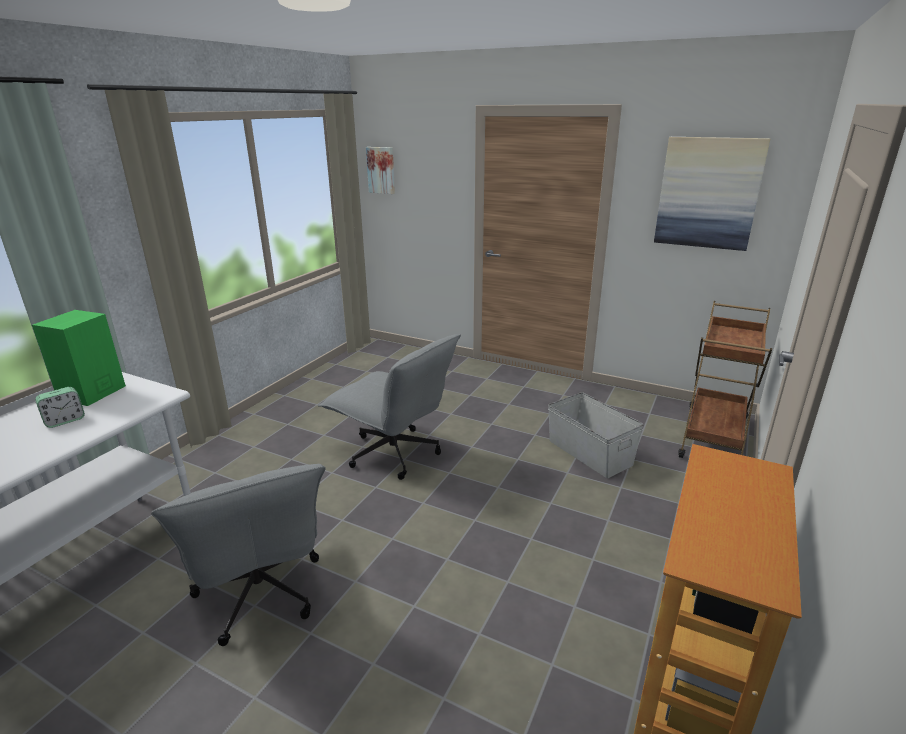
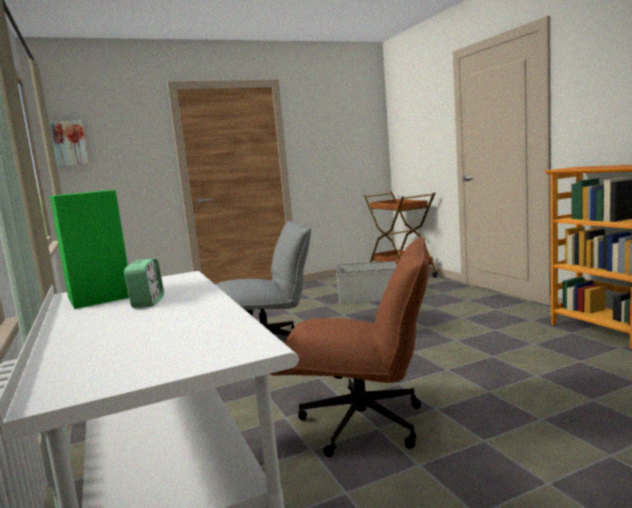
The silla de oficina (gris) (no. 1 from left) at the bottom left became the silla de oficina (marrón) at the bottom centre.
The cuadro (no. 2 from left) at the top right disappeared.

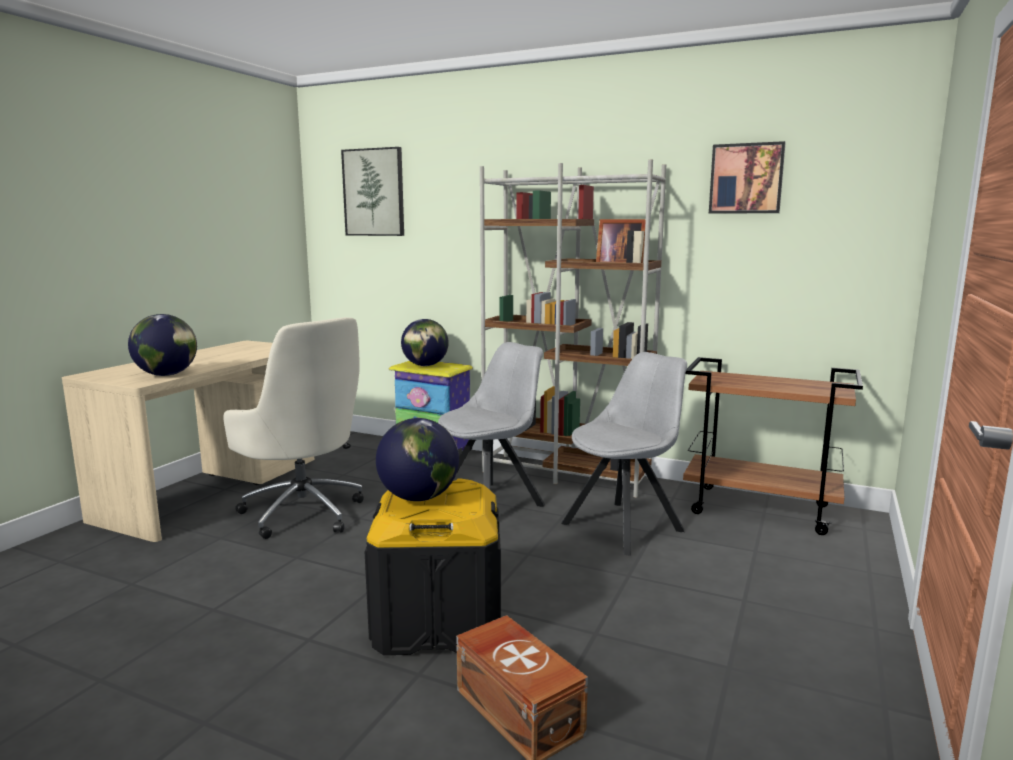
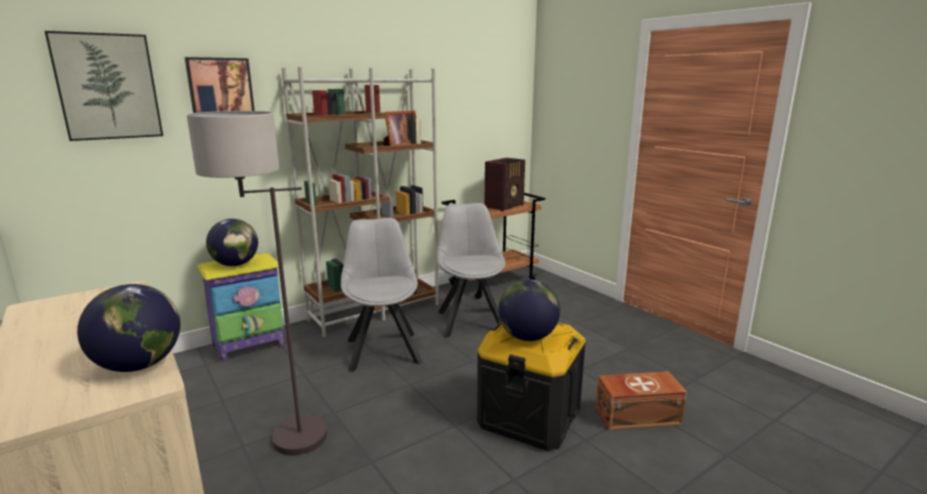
The cuadro (no. 2 from left) moved from the top right to the top left.
The silla de oficina (beis) at the middle left was replaced by the lámpara de pie (gris) at the middle left.
The radio at the centre appeared.

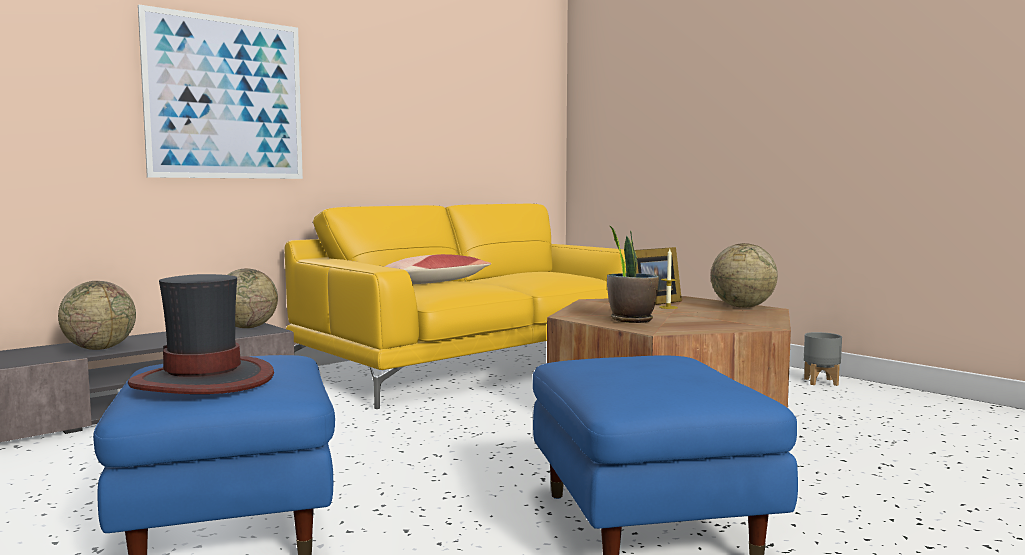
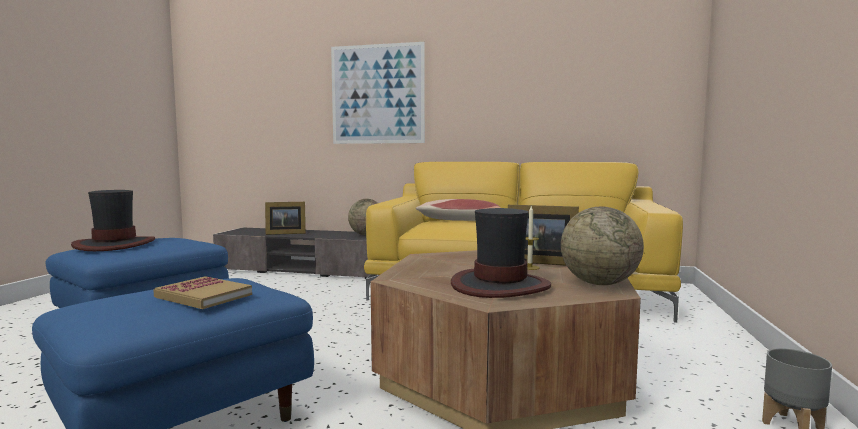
The libro at the bottom left appeared.
The globo terráqueo (no. 1 from left) at the middle left was replaced by the portarretratos (no. 1 from left) at the middle left.
The sombrero (no. 2 from left) at the centre appeared.
The planta en maceta at the centre disappeared.

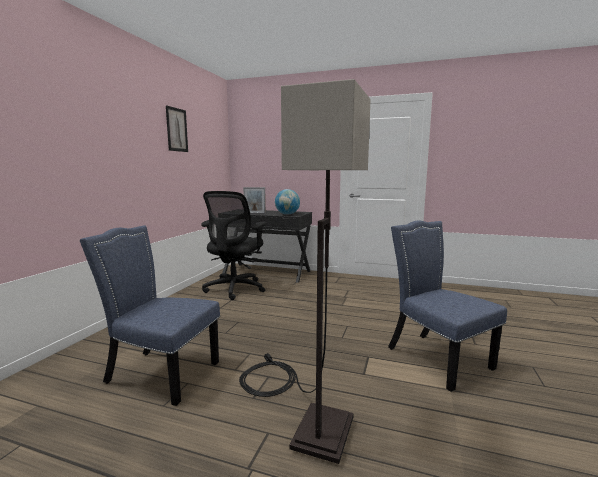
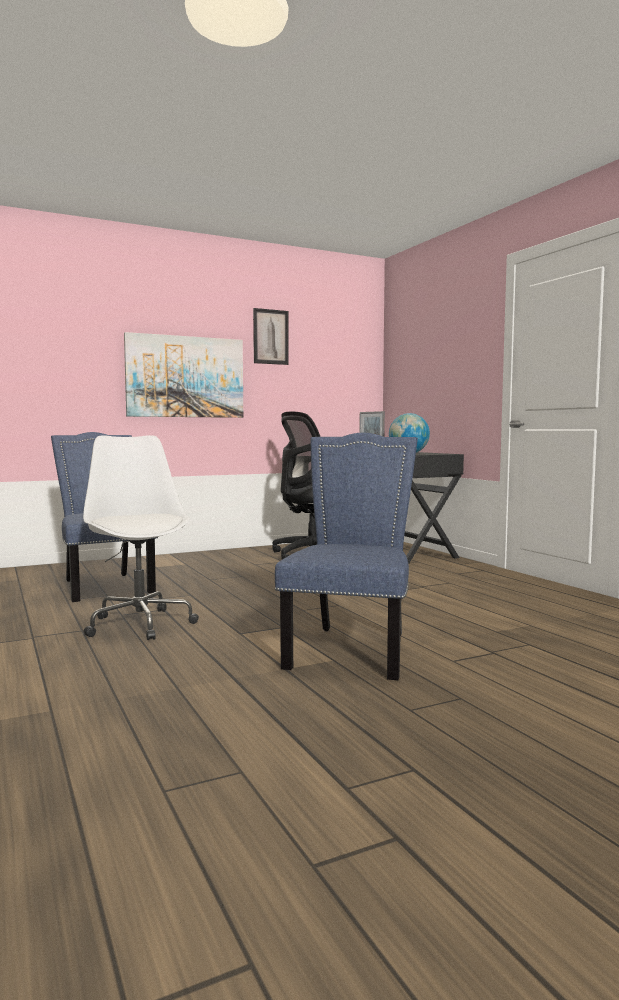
The lámpara de pie at the centre was replaced by the silla de oficina (blanco) at the middle left.
The cuadro (no. 1 from left) at the middle left appeared.

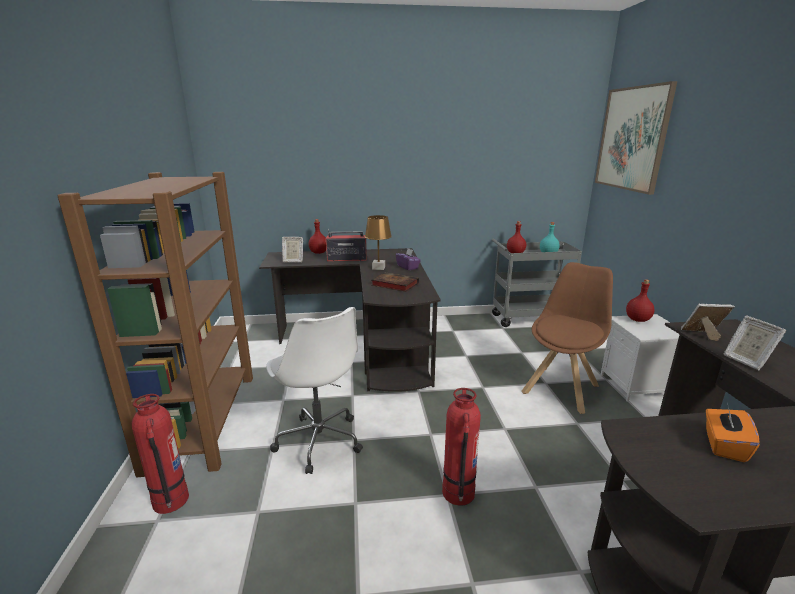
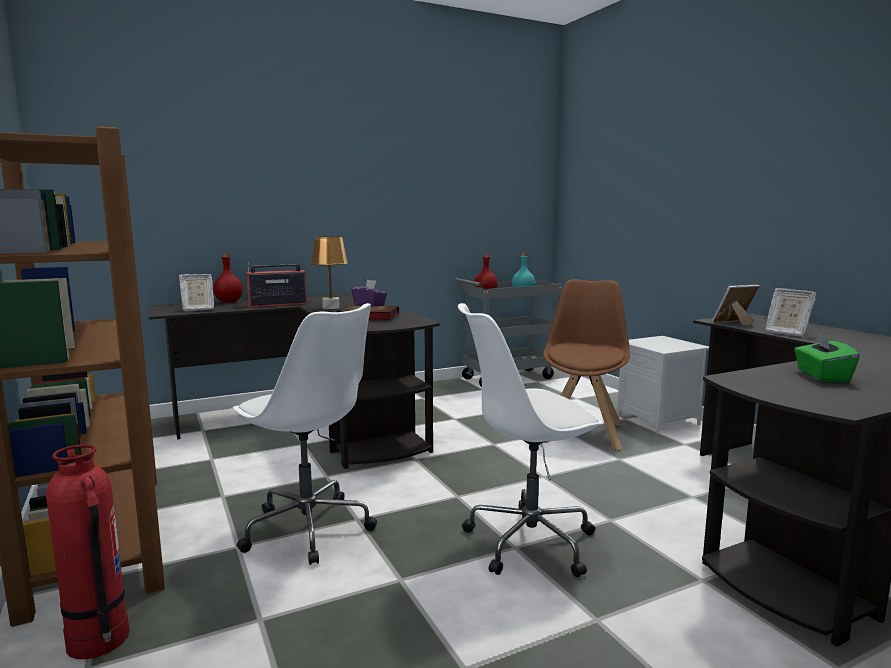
The extintor (no. 2 from left) at the bottom centre was replaced by the silla de oficina (blanco) (no. 2 from left) at the centre.
The caja de pañuelos (naranja) at the bottom right became the caja de pañuelos (verde) at the middle right.
The cuadro at the top right disappeared.
The botella (rojo) (no. 3 from left) at the middle right disappeared.

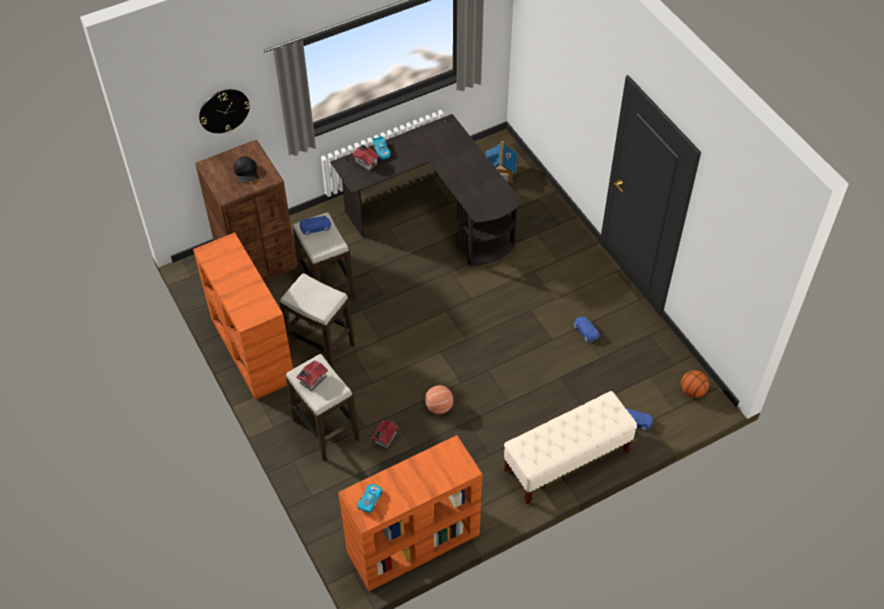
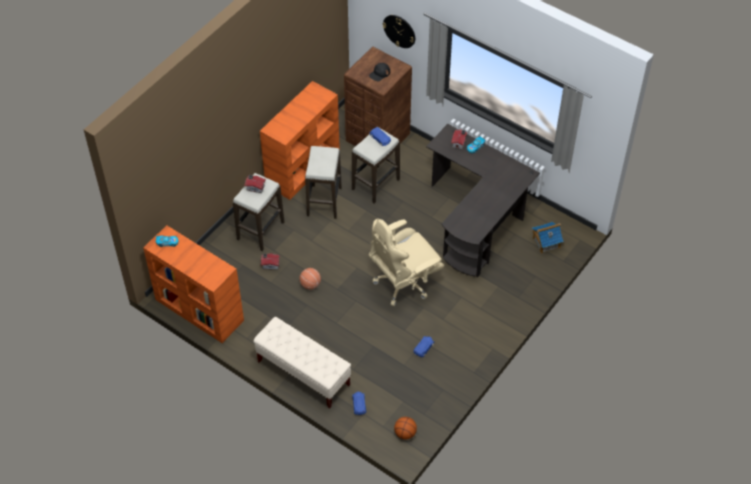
The silla de oficina (beis) at the centre appeared.

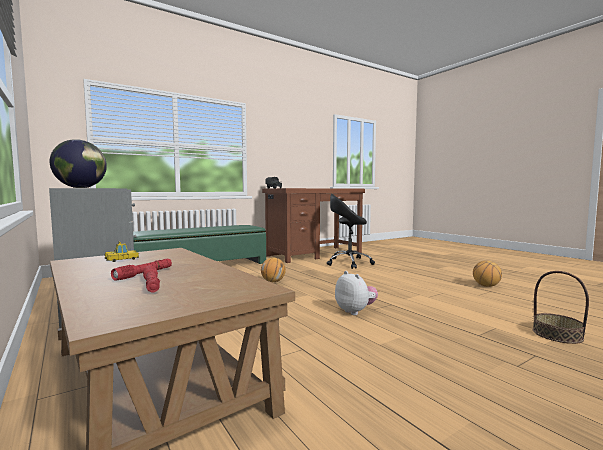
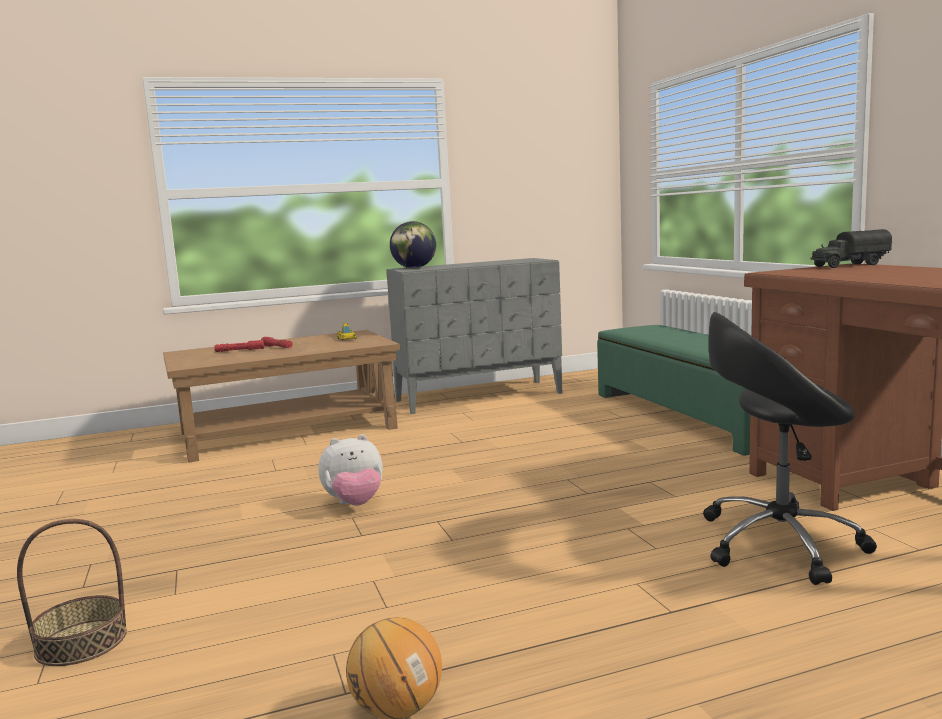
The silla de oficina (negro) at the centre turned 105 degrees counterclockwise.
The balón de baloncesto (no. 1 from left) at the centre disappeared.

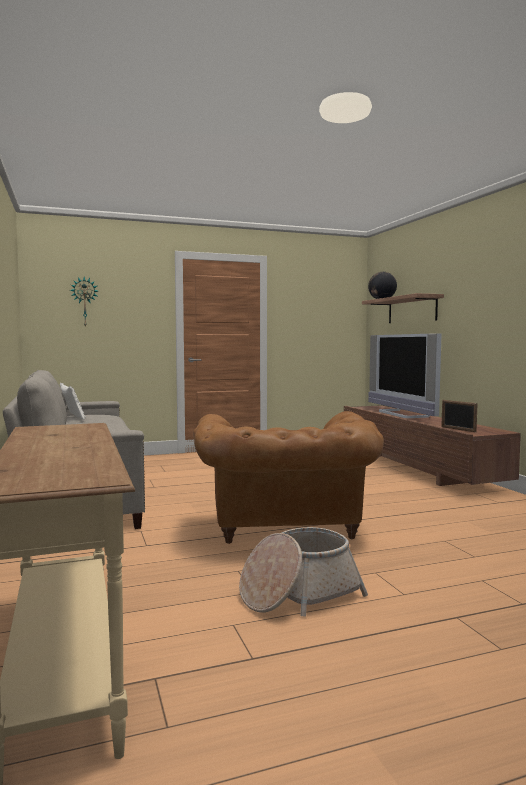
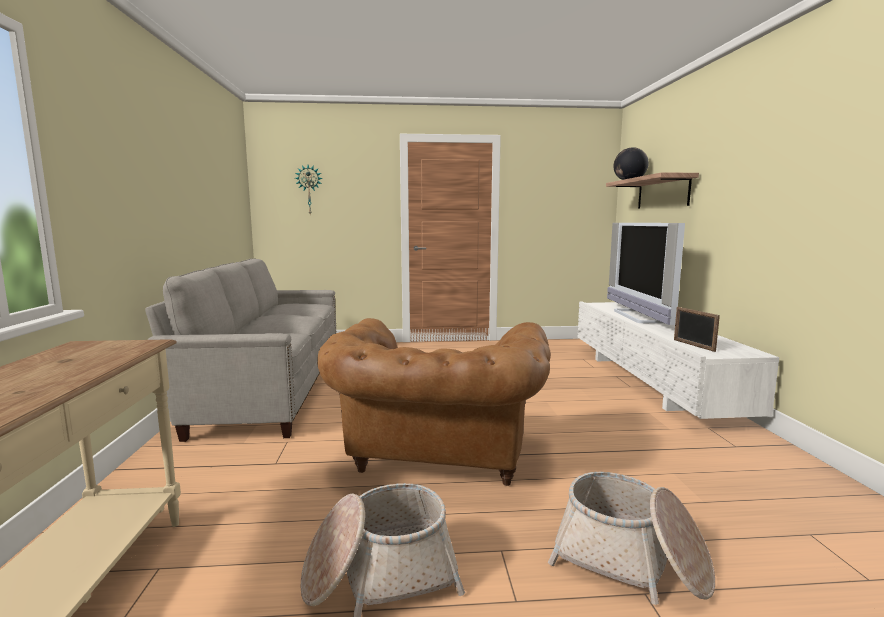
The cesta (no. 2 from left) at the bottom right appeared.
The mueble de televisión (marrón) at the middle right became the mueble de televisión (blanco) at the middle right.
The cojín (blanco) at the middle left disappeared.

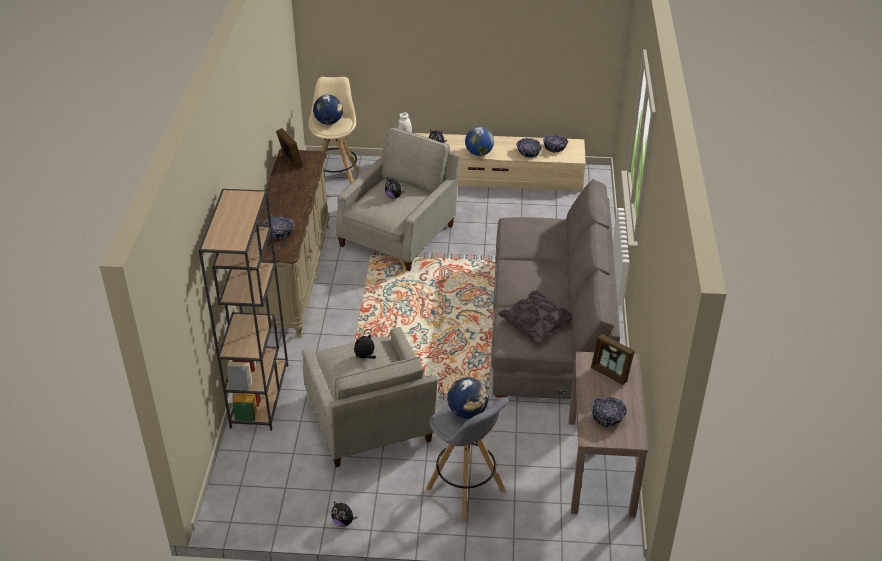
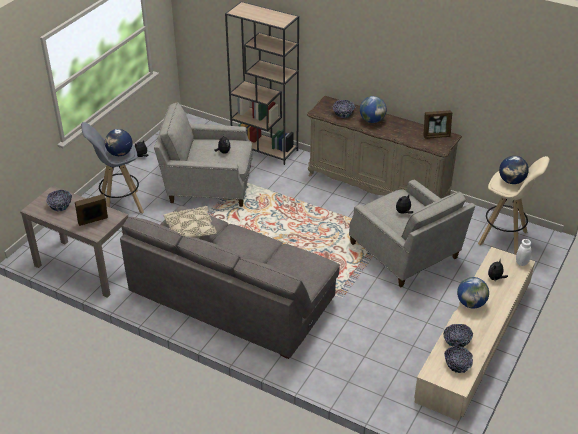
The cojín (negro) at the centre became the cojín (beis) at the middle left.
The globo terráqueo (no. 2 from left) at the top centre appeared.

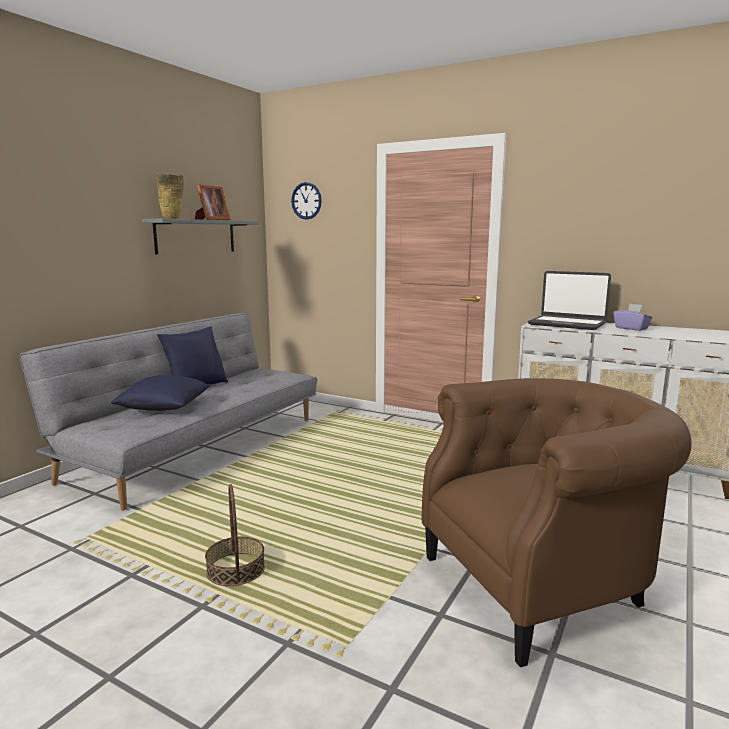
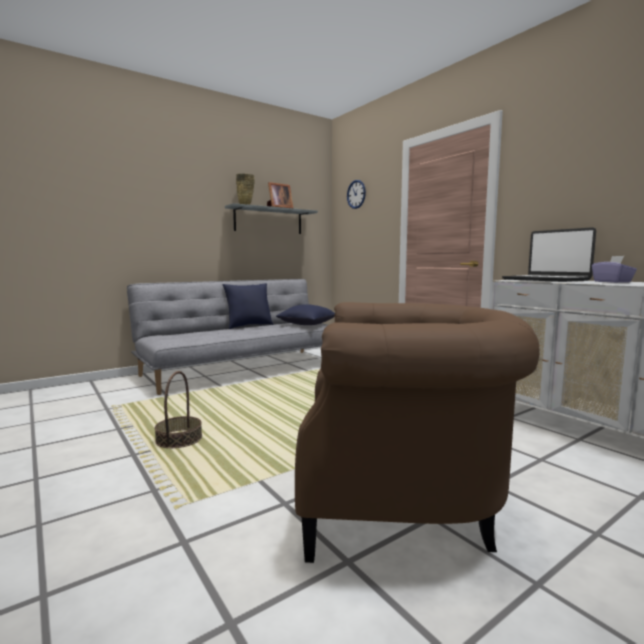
The cojín (azul) (no. 1 from left in the first image) moved from the middle left to the centre.

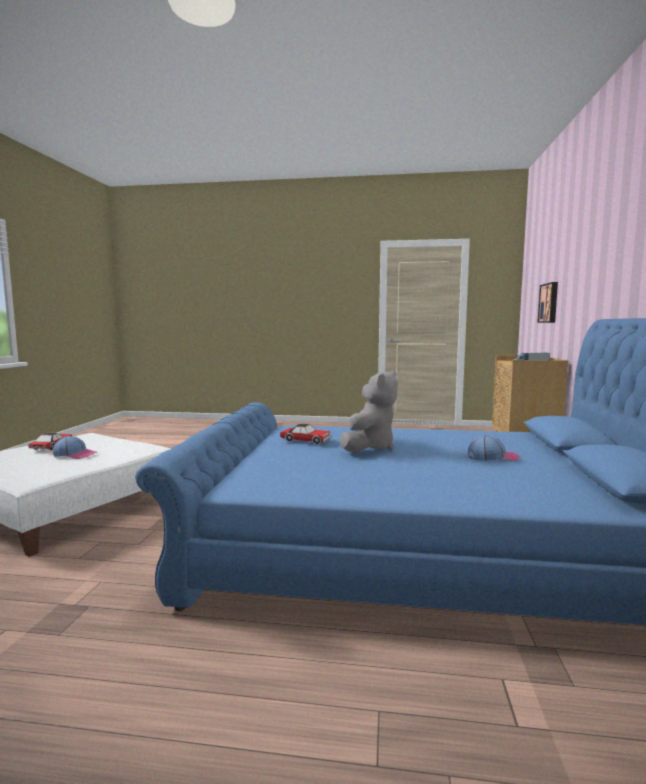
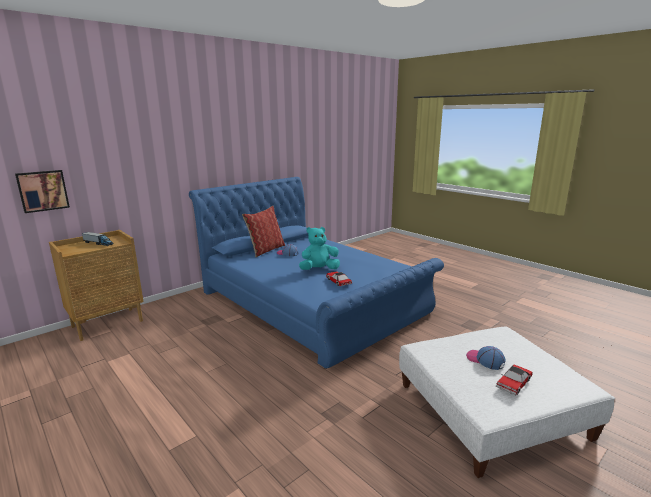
The cojín at the centre appeared.
The peluche (gris) at the centre became the peluche (turquesa) at the centre.

